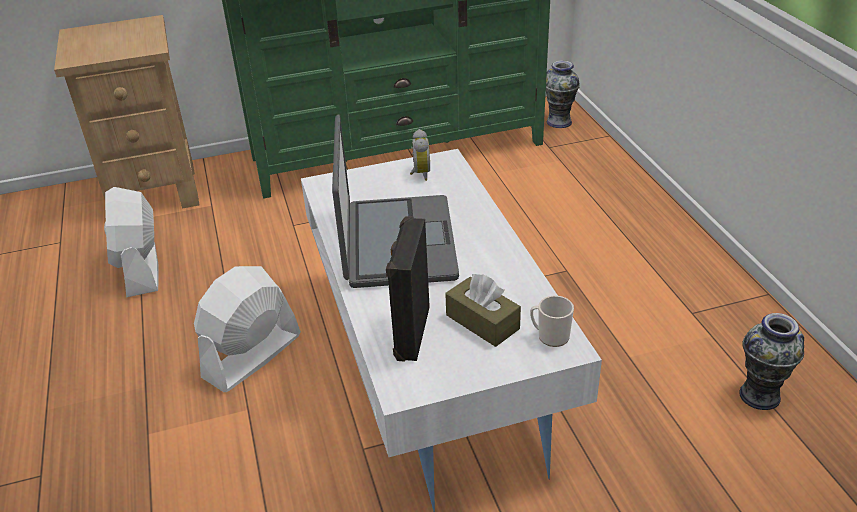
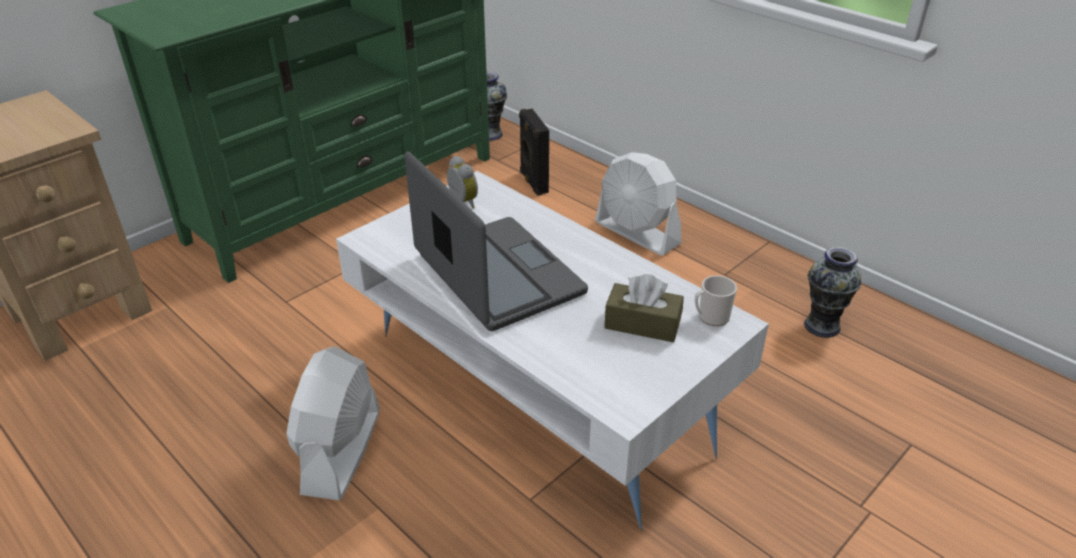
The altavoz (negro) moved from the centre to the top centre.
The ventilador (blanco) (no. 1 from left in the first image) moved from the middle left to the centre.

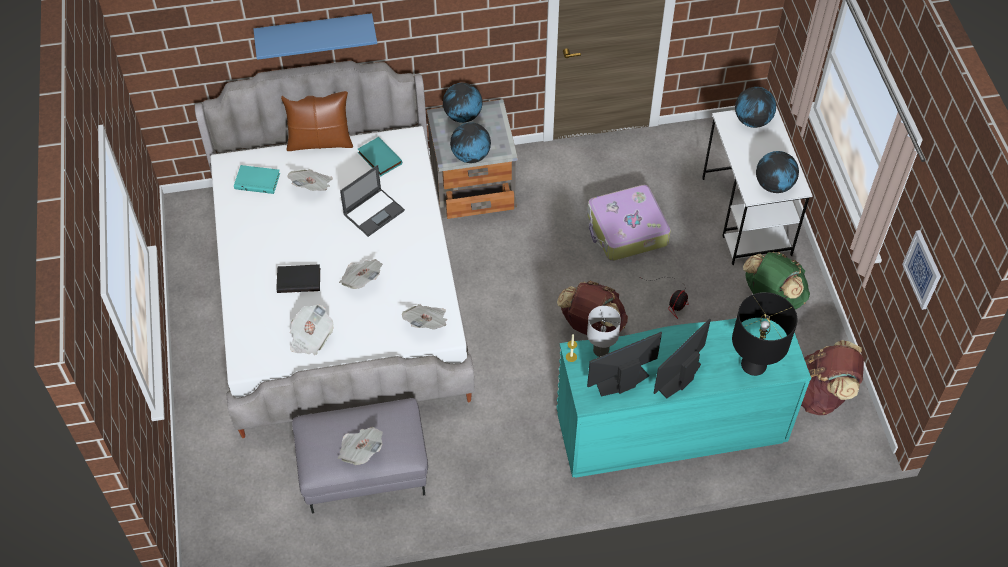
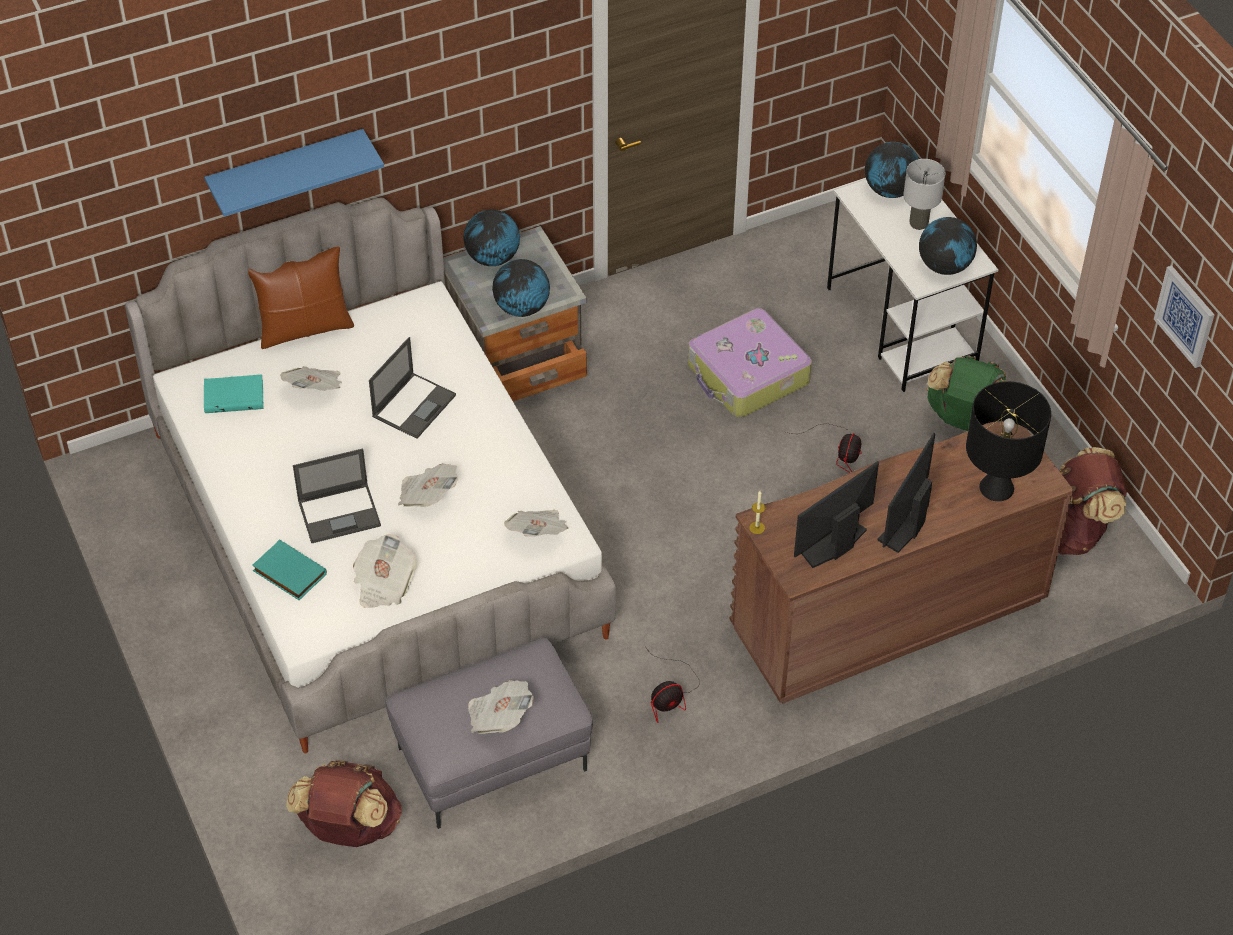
The libro (turquesa) (no. 2 from left) moved from the top centre to the middle left.
The mochila (marrón) (no. 1 from left) moved from the centre to the bottom left.
The libro (negro) at the middle left was replaced by the portátil (no. 1 from left) at the middle left.
The ventilador (no. 1 from left) at the bottom centre appeared.
The cómoda (turquesa) at the bottom right became the cómoda (marrón) at the middle right.
The lámpara de mesa (blanco) moved from the centre to the top right.

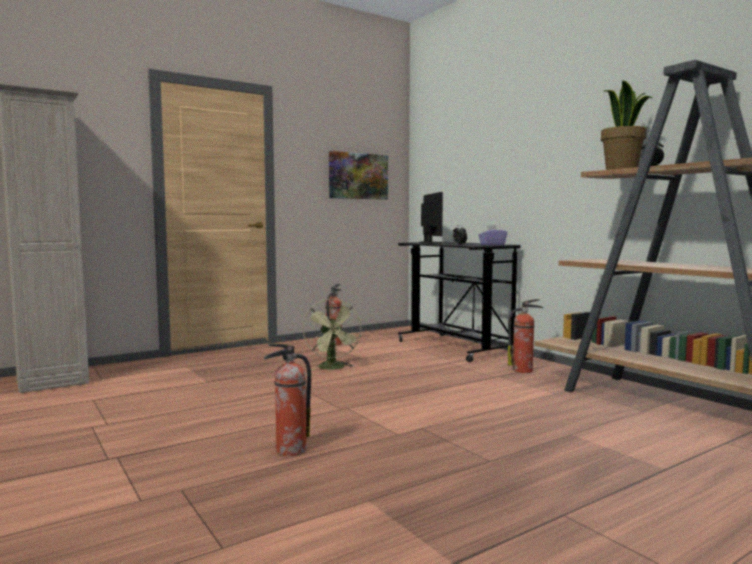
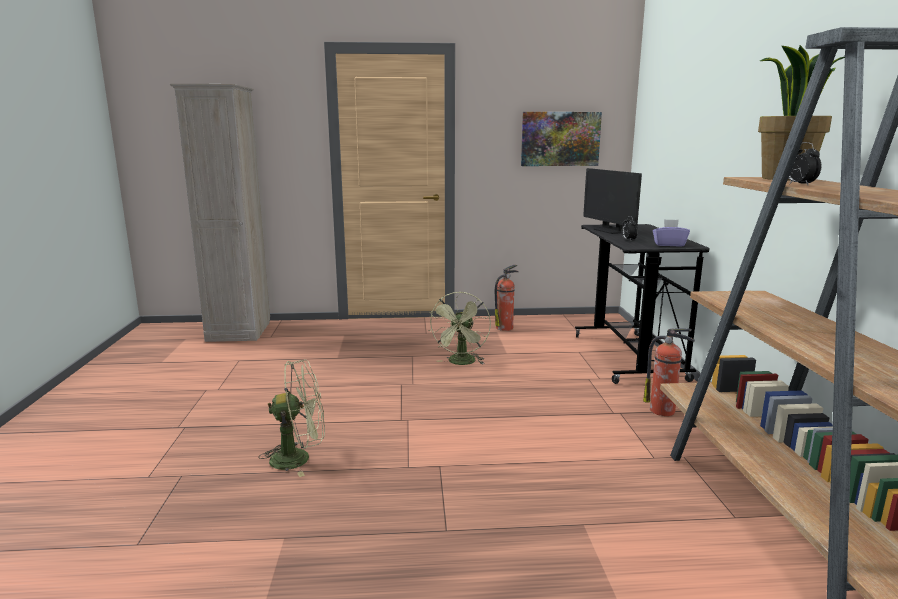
The extintor (no. 1 from left) at the bottom centre was replaced by the ventilador (verde) (no. 1 from left) at the bottom left.
The monitor at the centre turned 135 degrees clockwise.

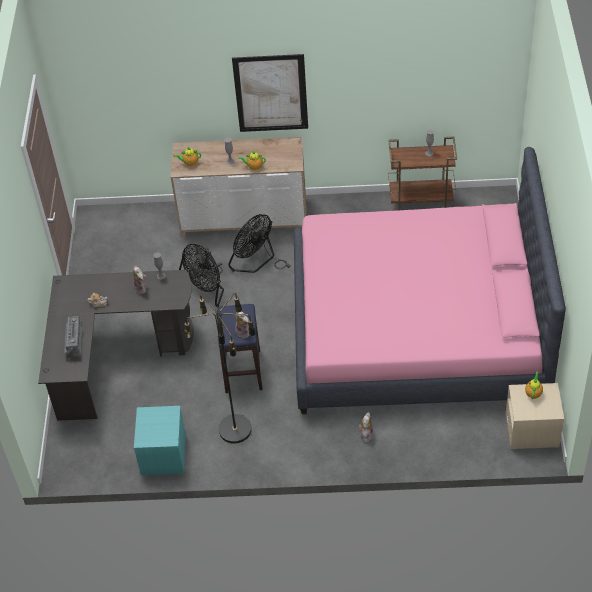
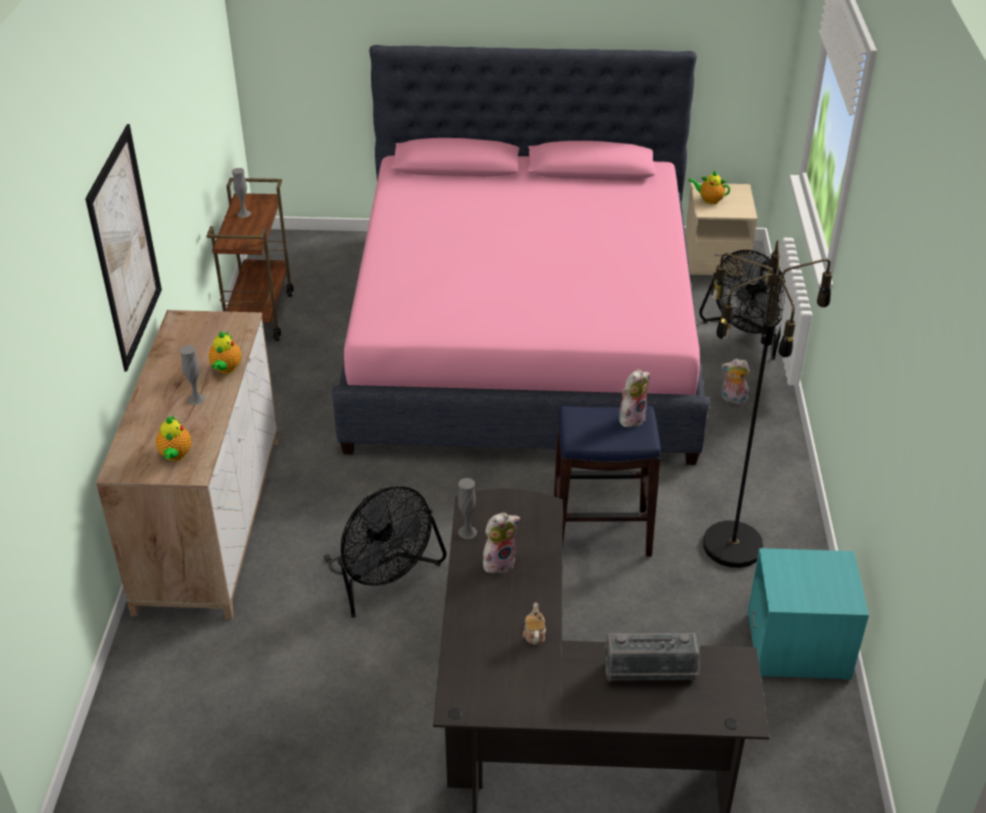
The ventilador (negro) (no. 2 from left) moved from the centre to the middle right.

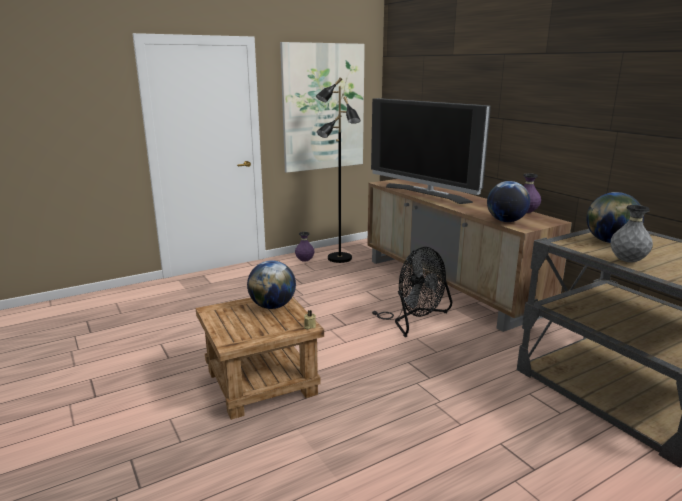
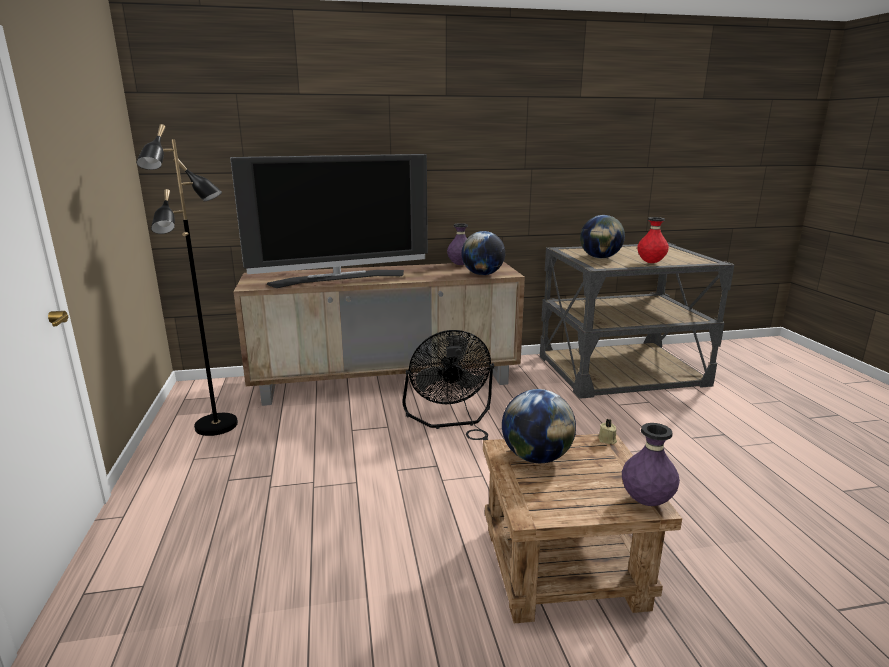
The ventilador (negro) at the centre turned 75 degrees counterclockwise.
The florero (morado) (no. 1 from left in the first image) moved from the centre to the bottom right.
The florero (gris) at the middle right became the florero (rojo) at the middle right.
The cuadro at the top centre disappeared.

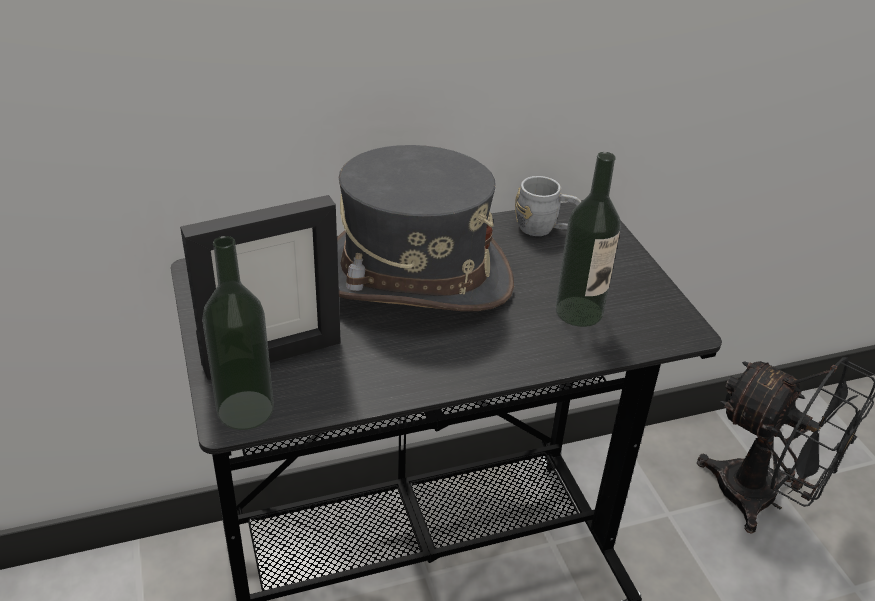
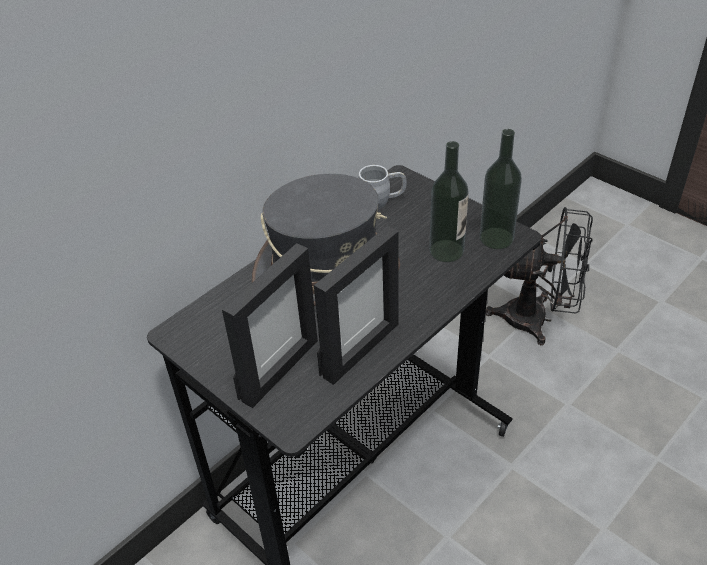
The portarretratos (no. 2 from left) at the centre appeared.
The botella (no. 1 from left in the first image) moved from the middle left to the middle right.

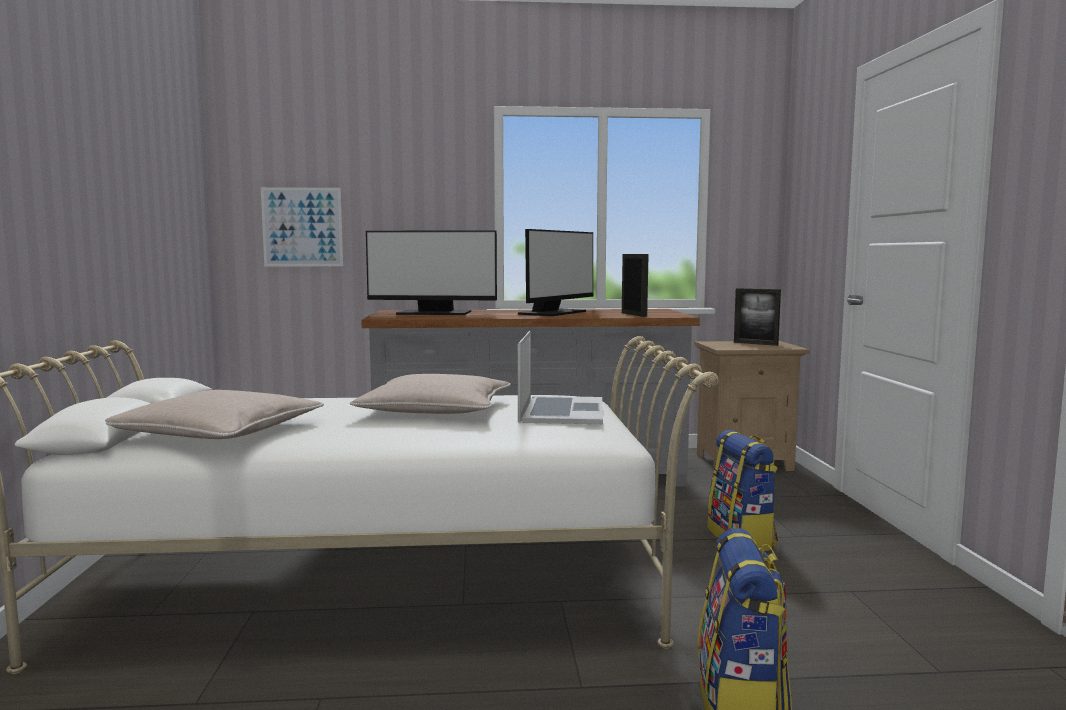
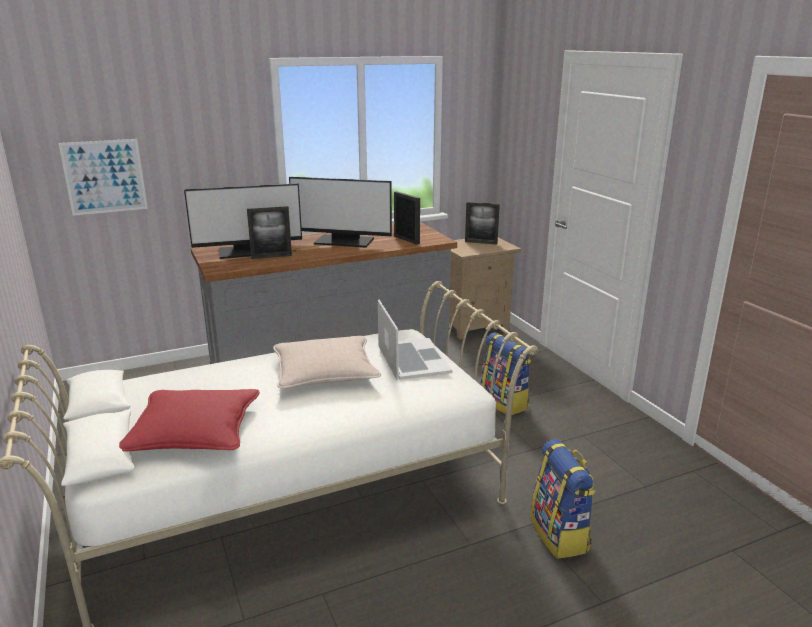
The cojín (beis) (no. 1 from left) at the middle left became the cojín (rojo) at the bottom left.
The portarretratos (no. 1 from left) at the middle left appeared.
The monitor (no. 2 from left) at the centre turned 90 degrees clockwise.

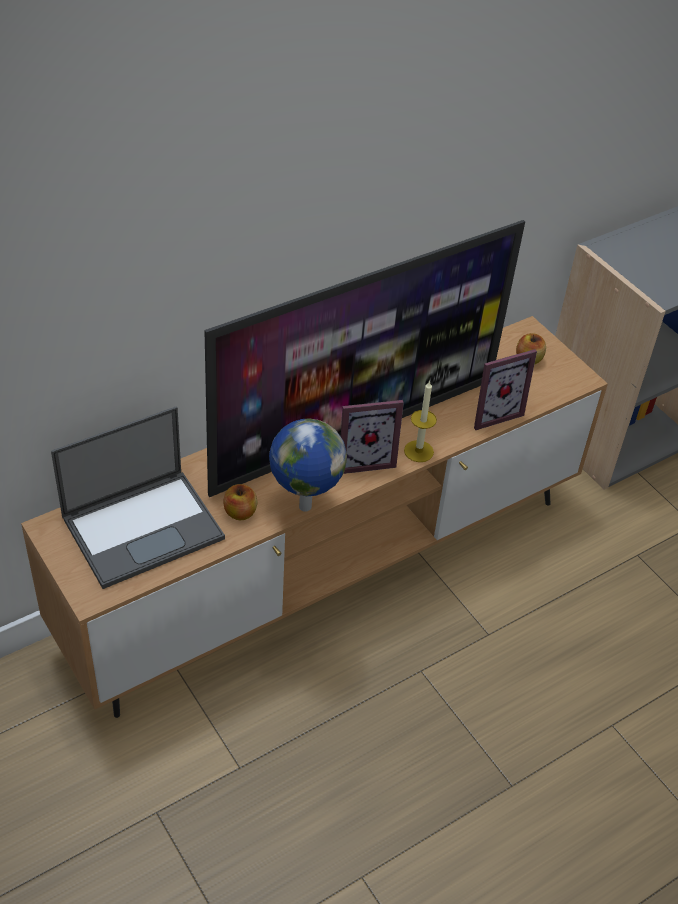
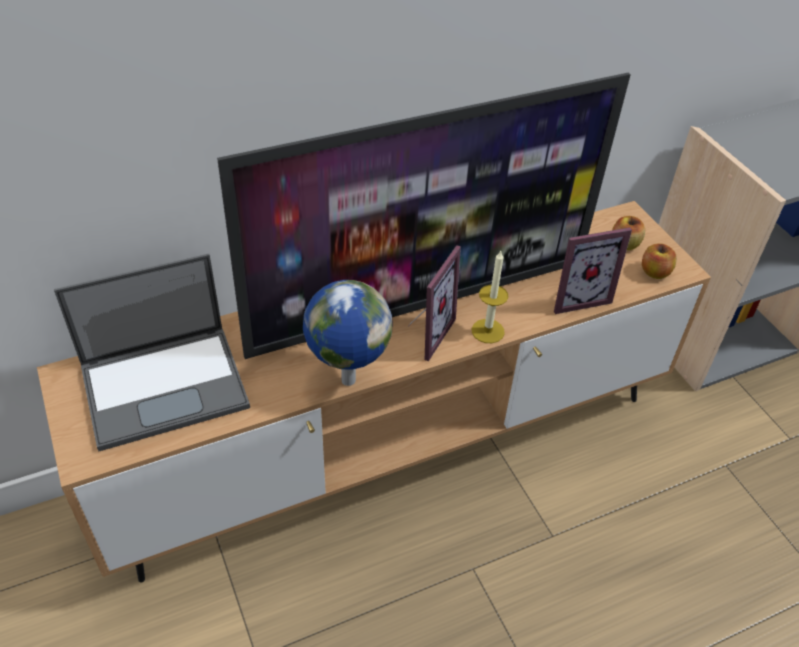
The portarretratos (no. 1 from left) at the centre turned 60 degrees counterclockwise.
The manzana (no. 1 from left in the first image) moved from the centre to the middle right.

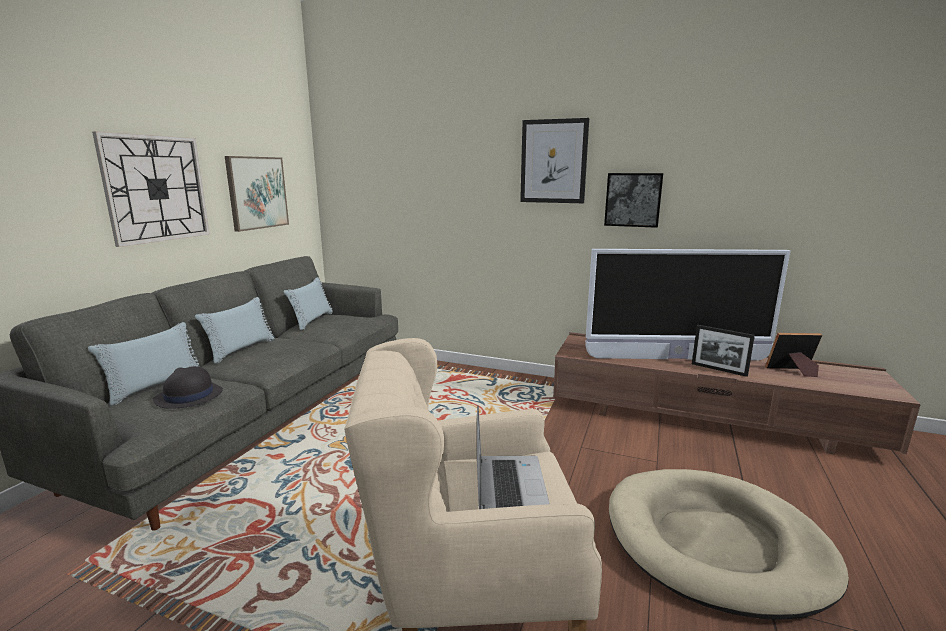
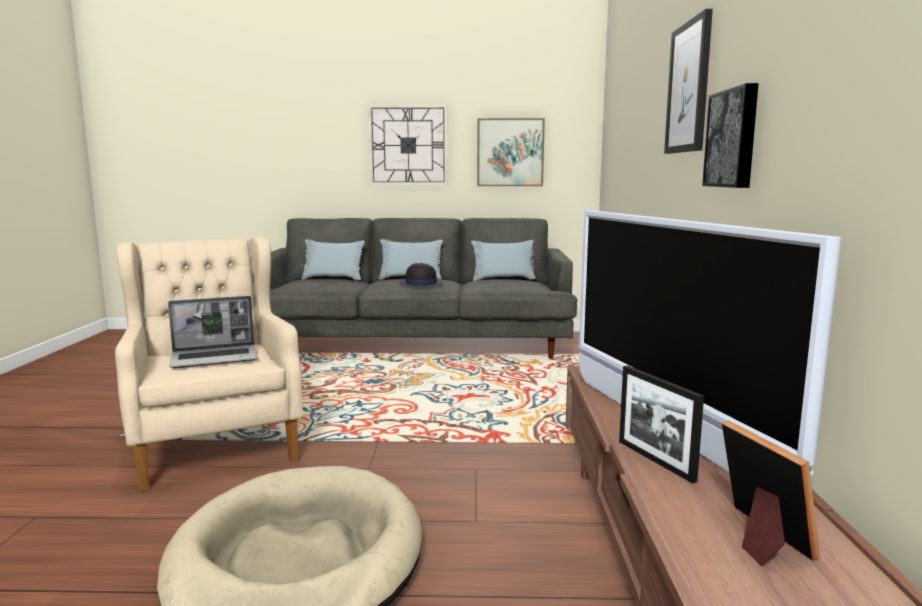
The sombrero (negro) moved from the middle left to the centre.
The portarretratos (no. 1 from left) at the middle right turned 45 degrees counterclockwise.

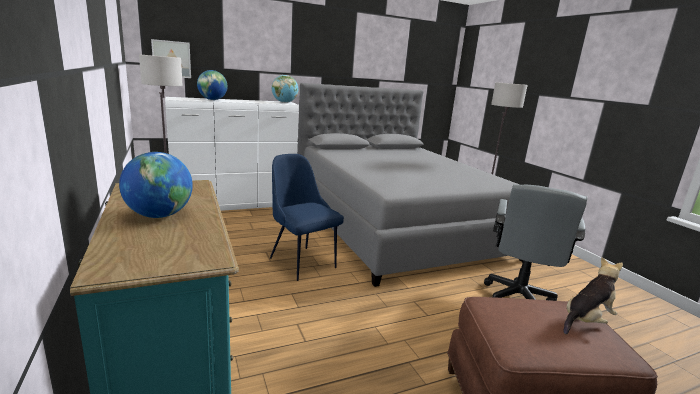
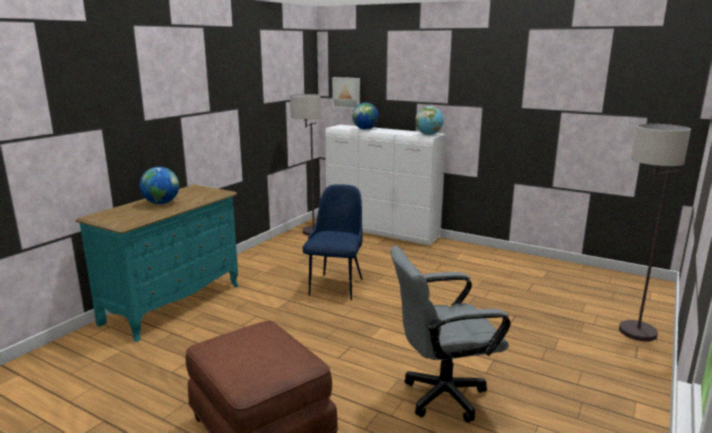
The cama (gris) at the centre disappeared.
The peluche at the bottom right disappeared.

